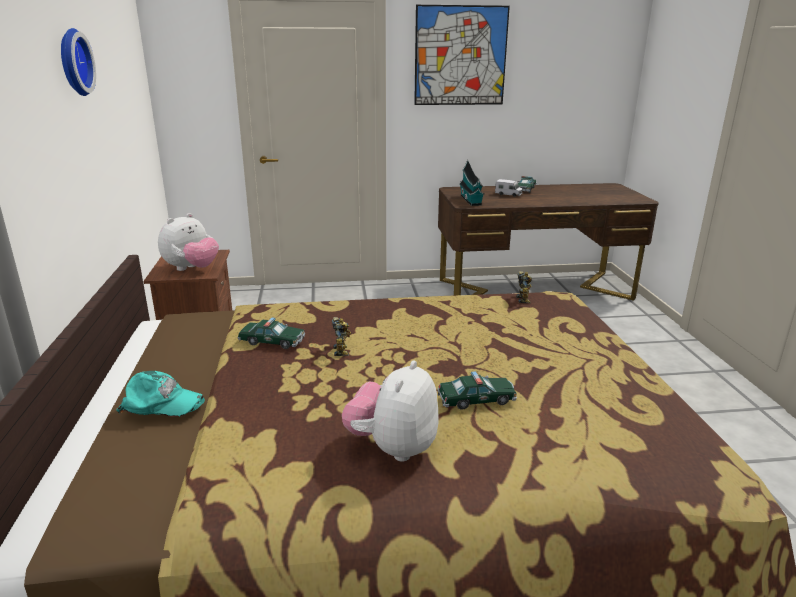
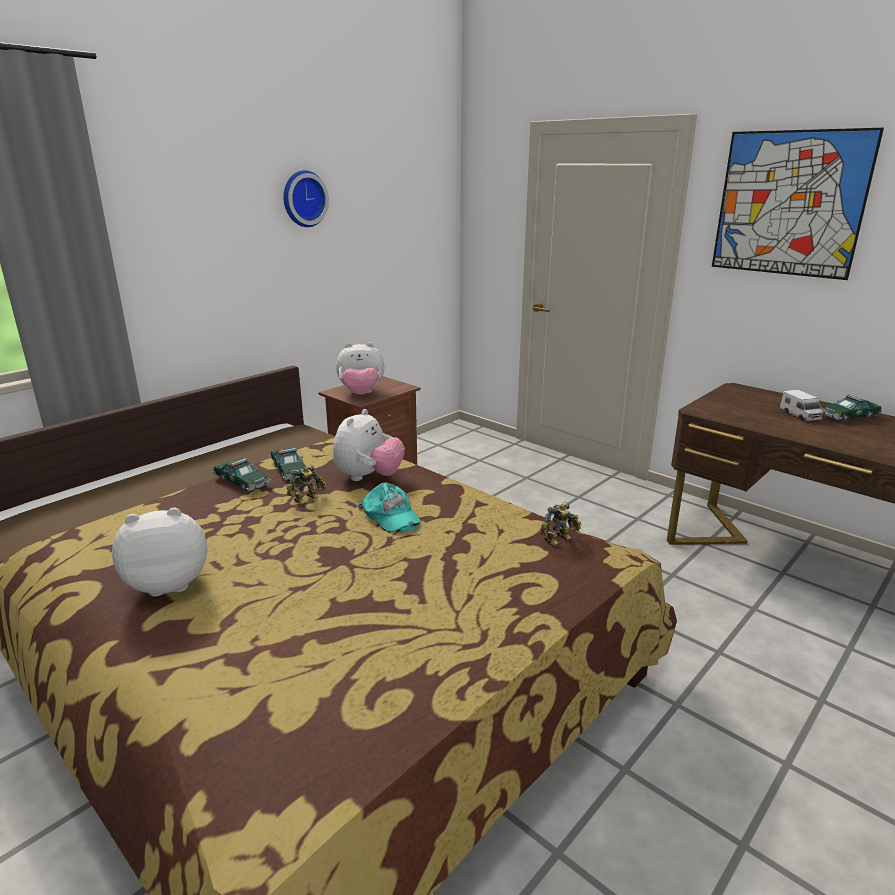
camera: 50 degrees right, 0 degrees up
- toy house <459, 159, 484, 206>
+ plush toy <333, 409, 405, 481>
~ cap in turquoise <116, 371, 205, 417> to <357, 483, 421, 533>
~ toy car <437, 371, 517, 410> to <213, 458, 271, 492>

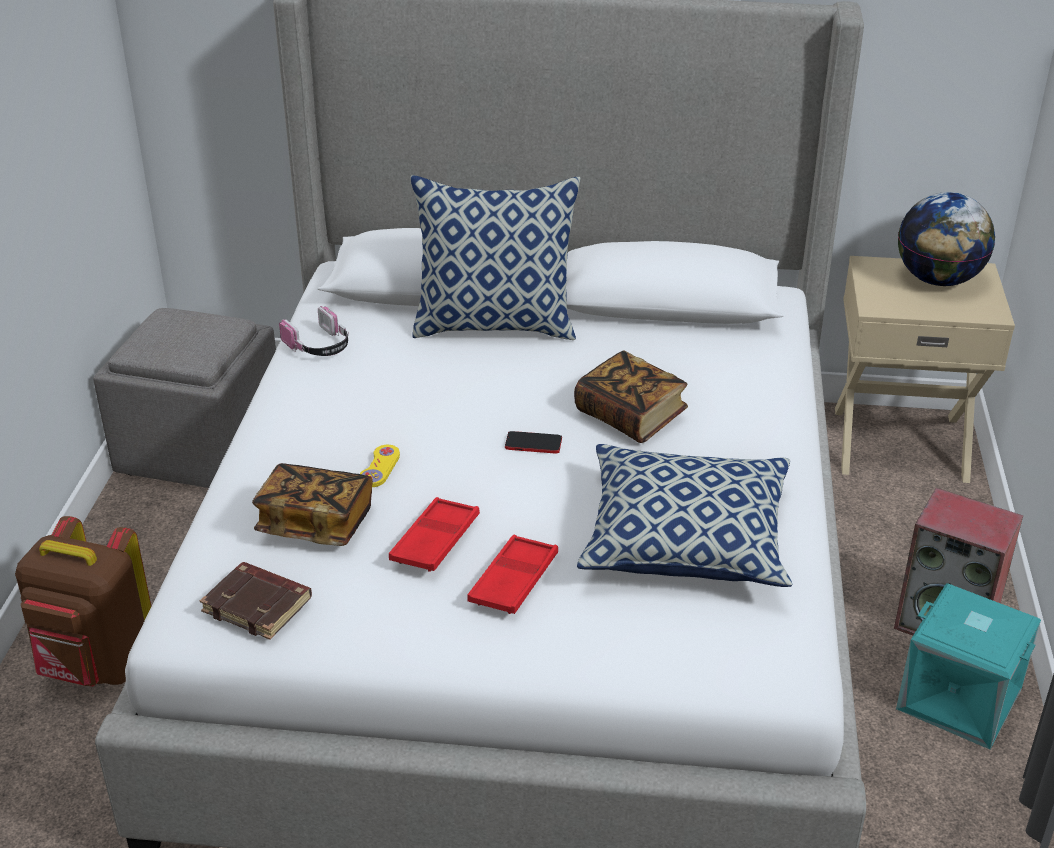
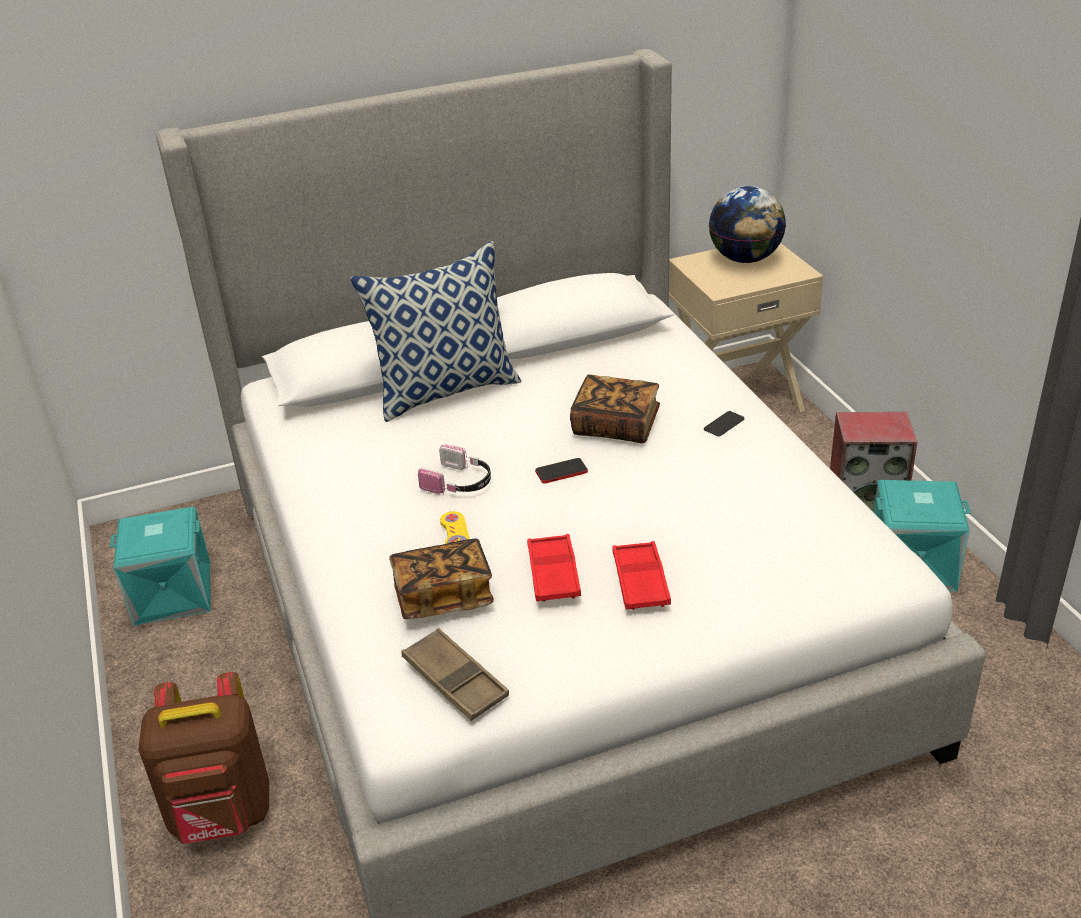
camera: 25 degrees left, 0 degrees up
- pillow <577, 444, 792, 587>
+ phone <704, 411, 745, 436>
~ headphones <279, 306, 349, 356> to <418, 445, 491, 495>
~ ottoman in grey <93, 308, 276, 488> to storage box in turquoise <110, 507, 211, 626>
~ book in brown <200, 562, 312, 640> to tray in brown <401, 628, 509, 721>

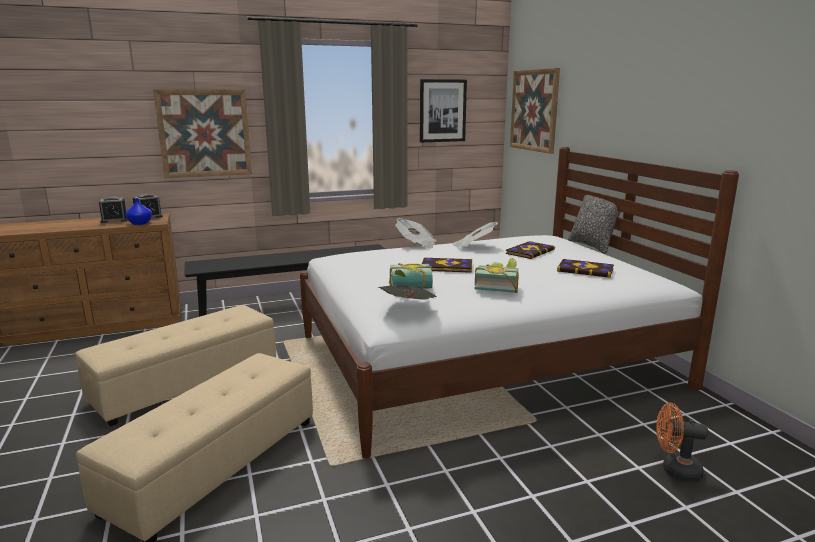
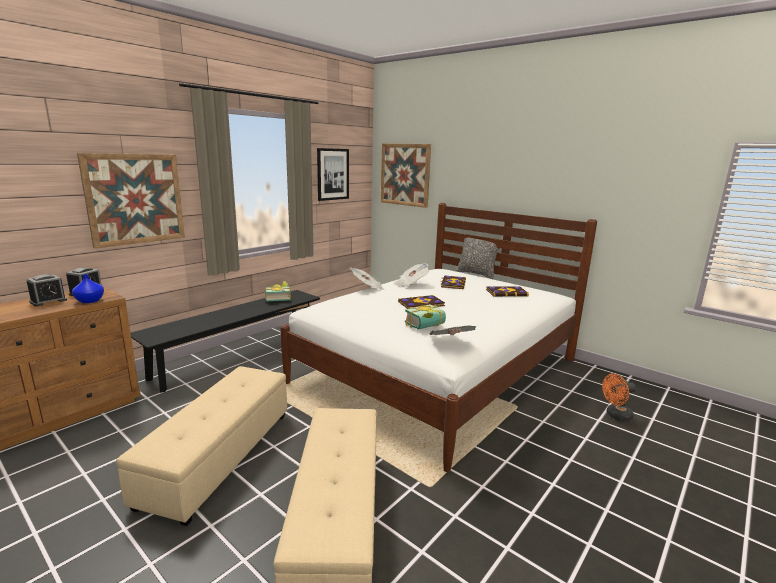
camera: 30 degrees left, 0 degrees up
~ book <475, 258, 519, 293> to <265, 281, 291, 301>

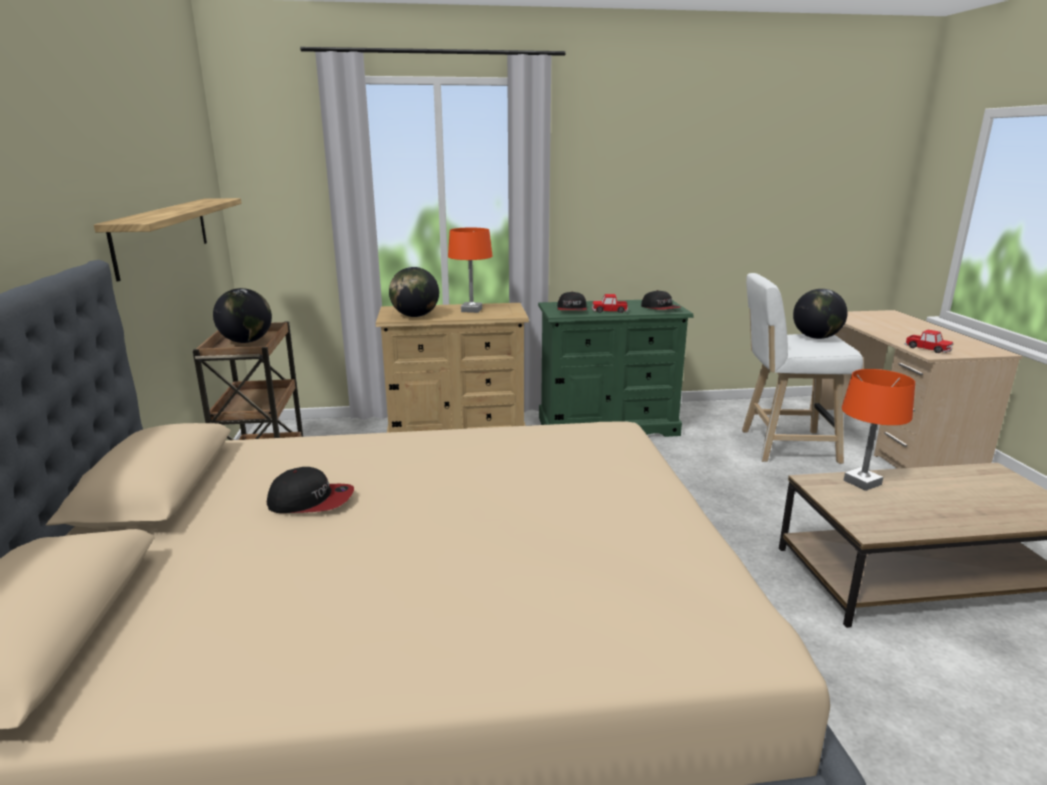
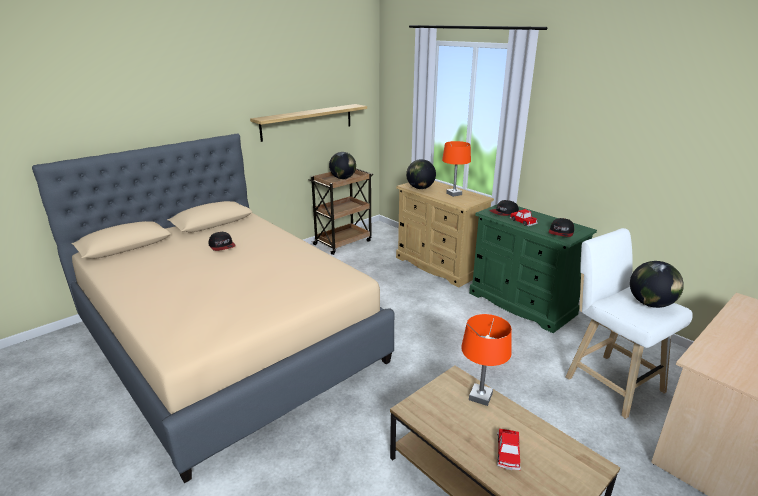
camera: 55 degrees right, 5 degrees up
~ toy car <904, 330, 953, 353> to <497, 429, 521, 470>

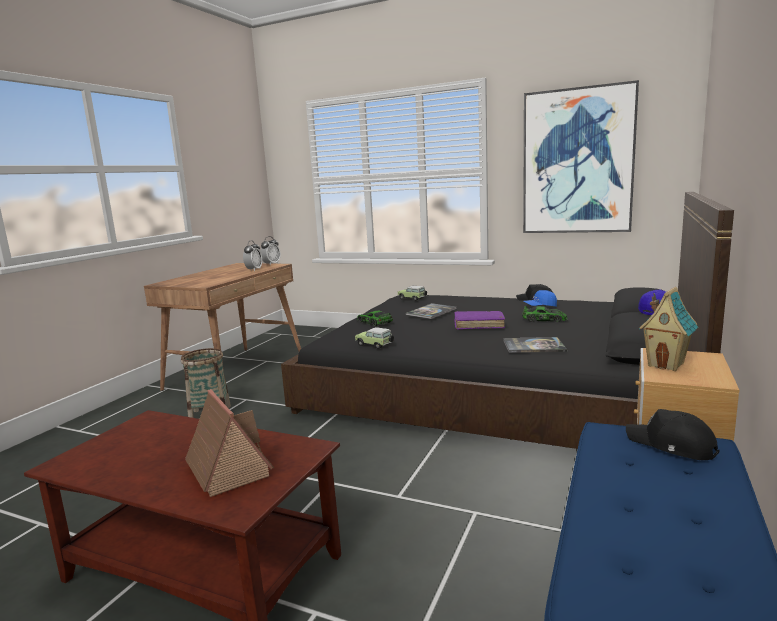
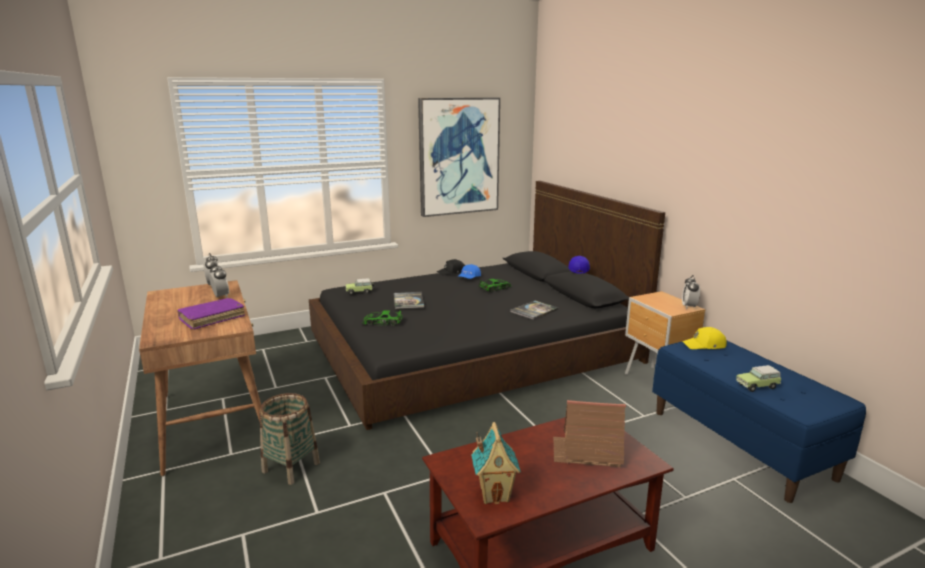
camera: 50 degrees left, 5 degrees up
+ alarm clock <682, 275, 700, 309>
~ toy car <355, 327, 394, 349> to <736, 365, 781, 392>
~ book in purple <454, 311, 505, 330> to <177, 298, 245, 330>
~ toy house <639, 287, 698, 371> to <471, 422, 521, 504>
~ cap in black <626, 409, 720, 460> to cap in yellow <682, 327, 727, 349>

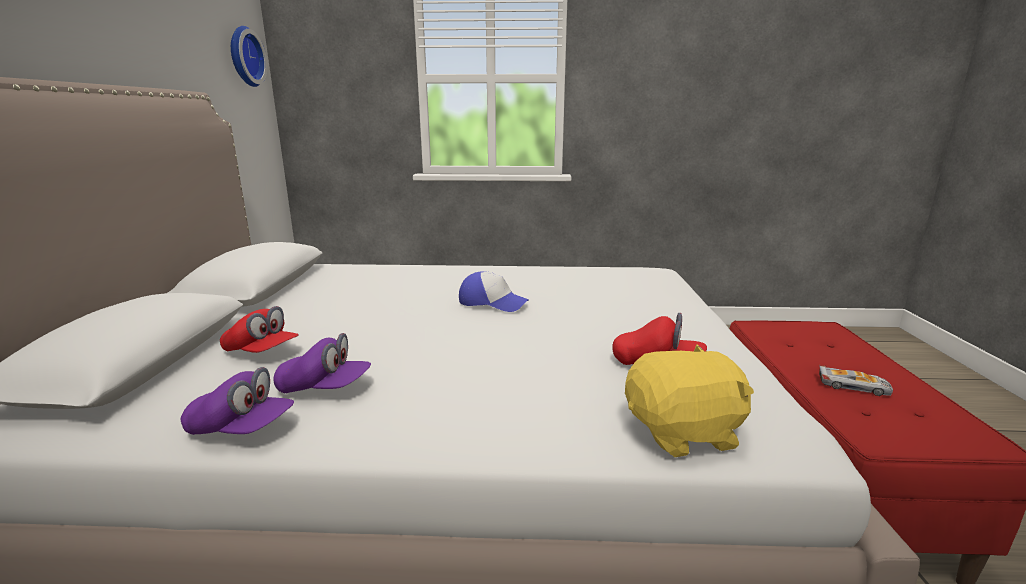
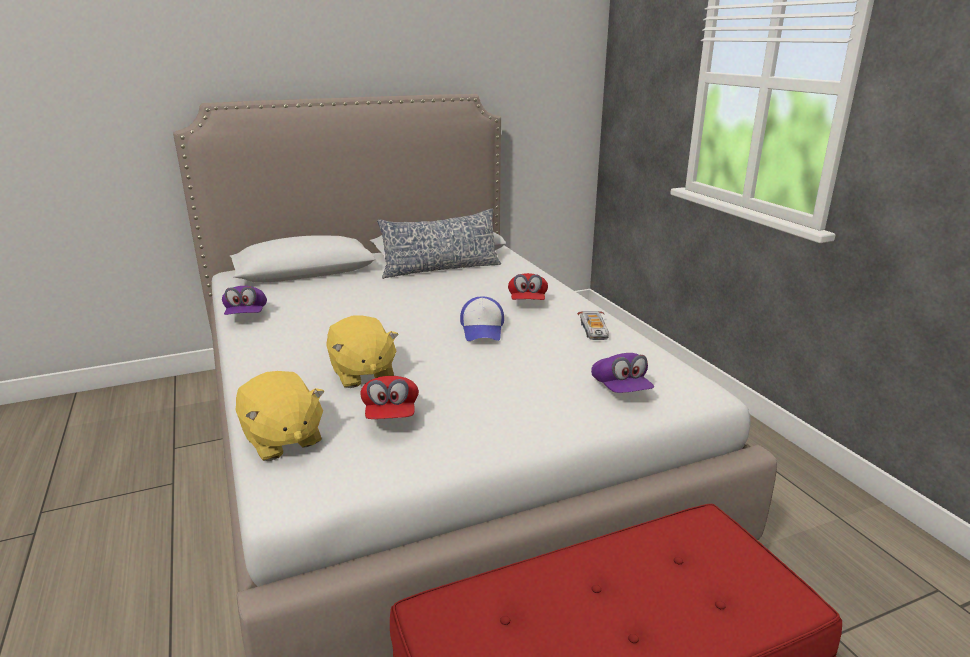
camera: 65 degrees right, 5 degrees up
- wall clock <231, 26, 267, 87>
+ plush toy in yellow <326, 315, 399, 388>
+ pillow <377, 208, 501, 279>
~ cap in red <220, 306, 299, 353> to <508, 273, 548, 300>
~ cap in purple <273, 333, 371, 393> to <591, 353, 654, 393>
~ toy car <819, 365, 893, 396> to <577, 311, 609, 340>

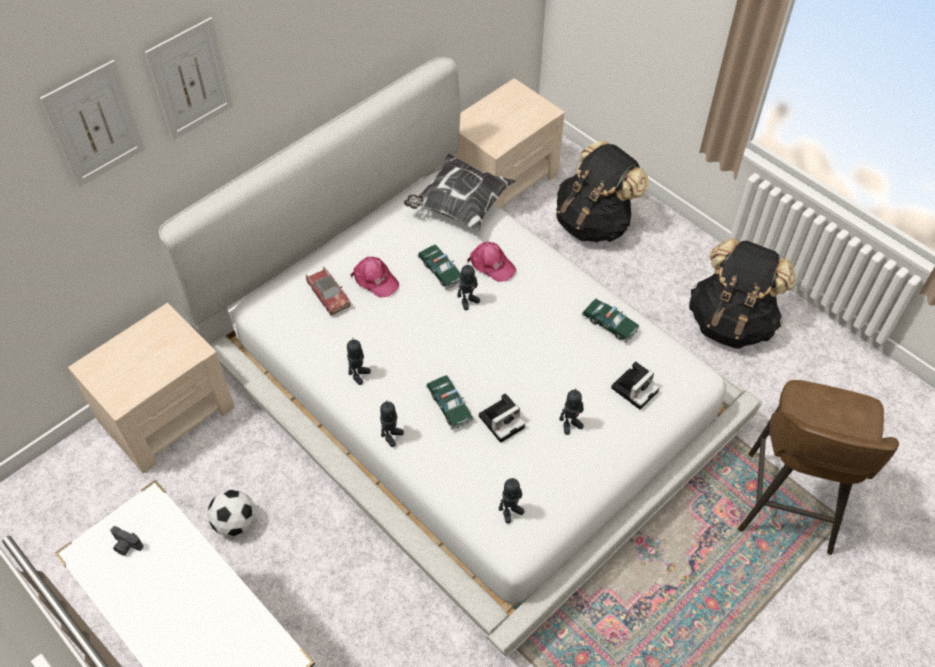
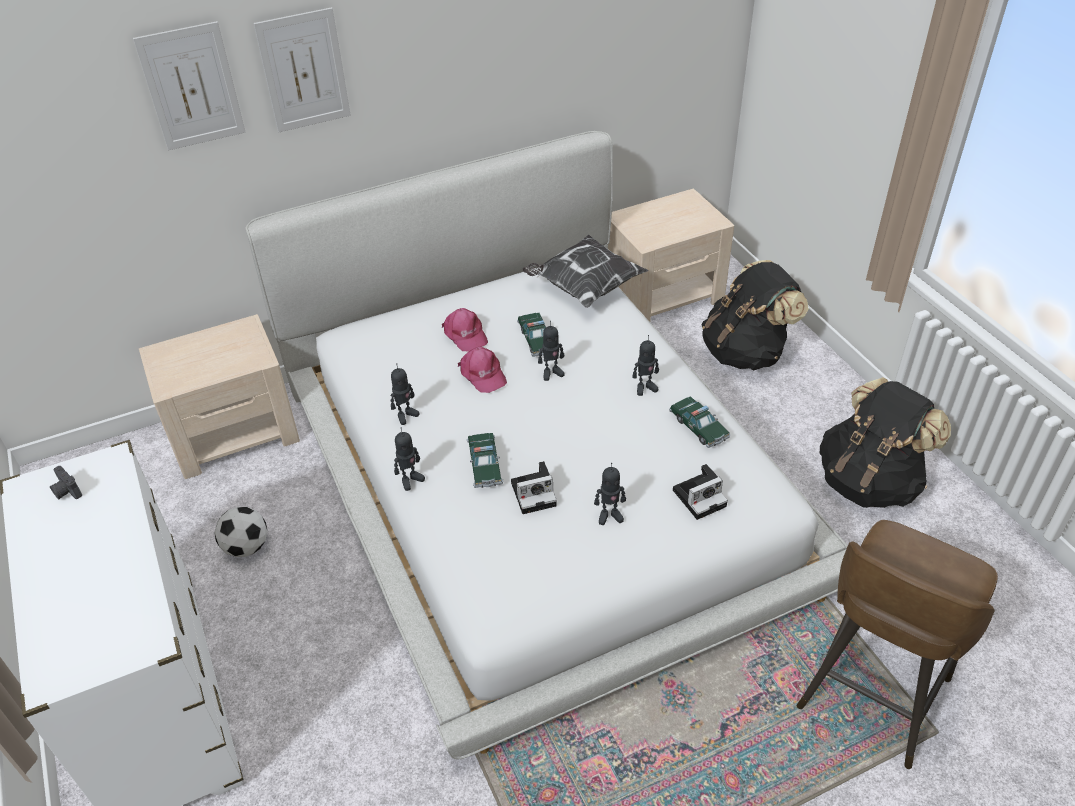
camera: 20 degrees right, 10 degrees down
- toy car <306, 266, 351, 316>
~ cap in pink <467, 242, 516, 282> to <458, 347, 507, 393>
~ toy robot <499, 478, 525, 524> to <632, 335, 659, 396>

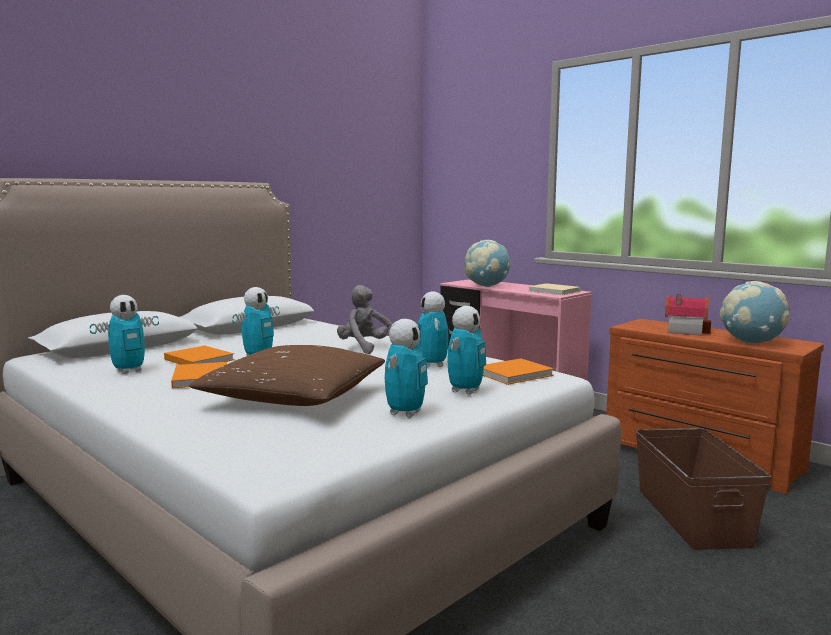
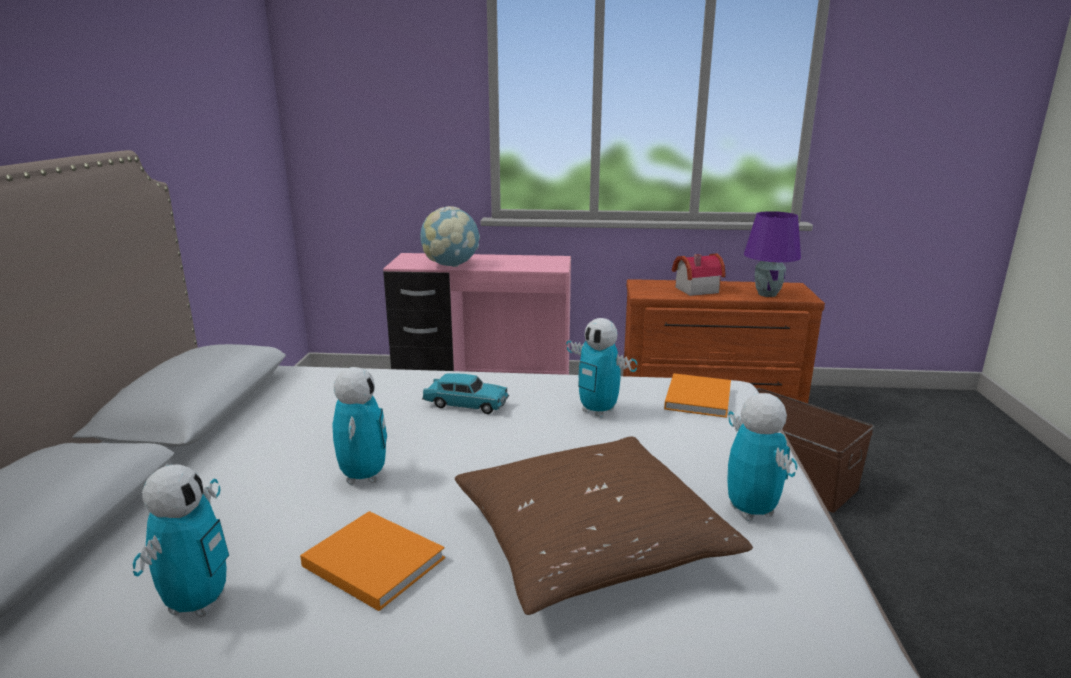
camera: 40 degrees left, 10 degrees up
- book in orange <164, 345, 234, 365>
- toy robot <447, 306, 486, 395>
- book in beige <528, 283, 581, 295>
~ plush toy in grey <337, 285, 393, 354> to toy car in turquoise <422, 373, 509, 414>
~ globe <720, 281, 790, 344> to table lamp in purple <744, 211, 801, 297>

